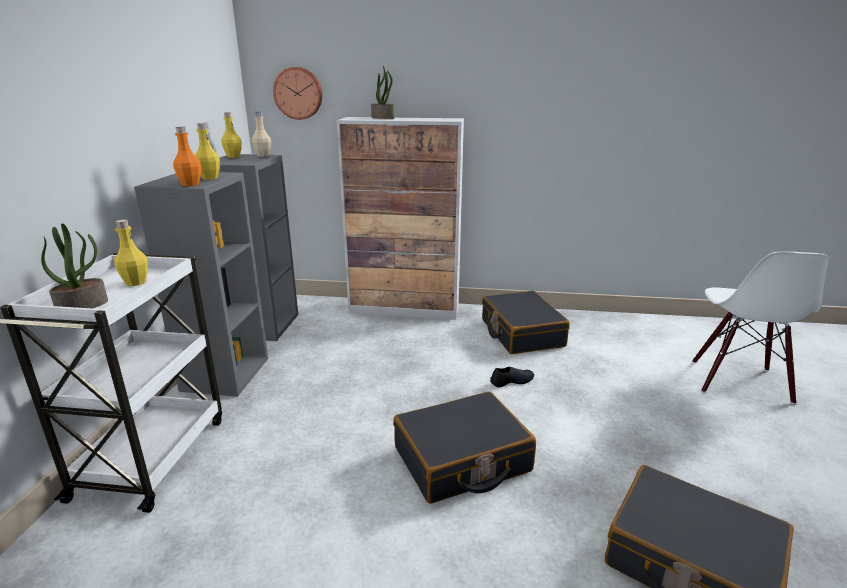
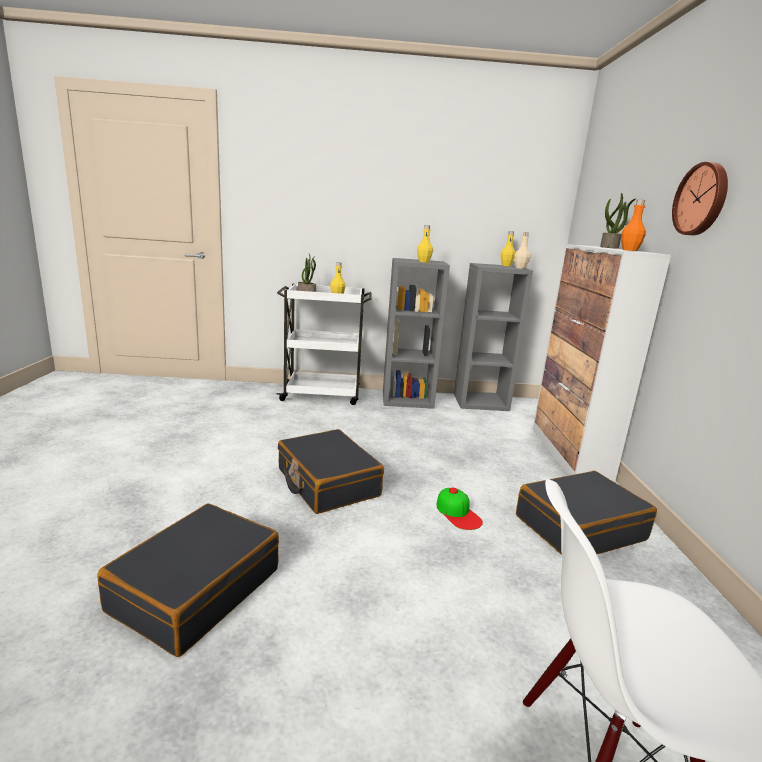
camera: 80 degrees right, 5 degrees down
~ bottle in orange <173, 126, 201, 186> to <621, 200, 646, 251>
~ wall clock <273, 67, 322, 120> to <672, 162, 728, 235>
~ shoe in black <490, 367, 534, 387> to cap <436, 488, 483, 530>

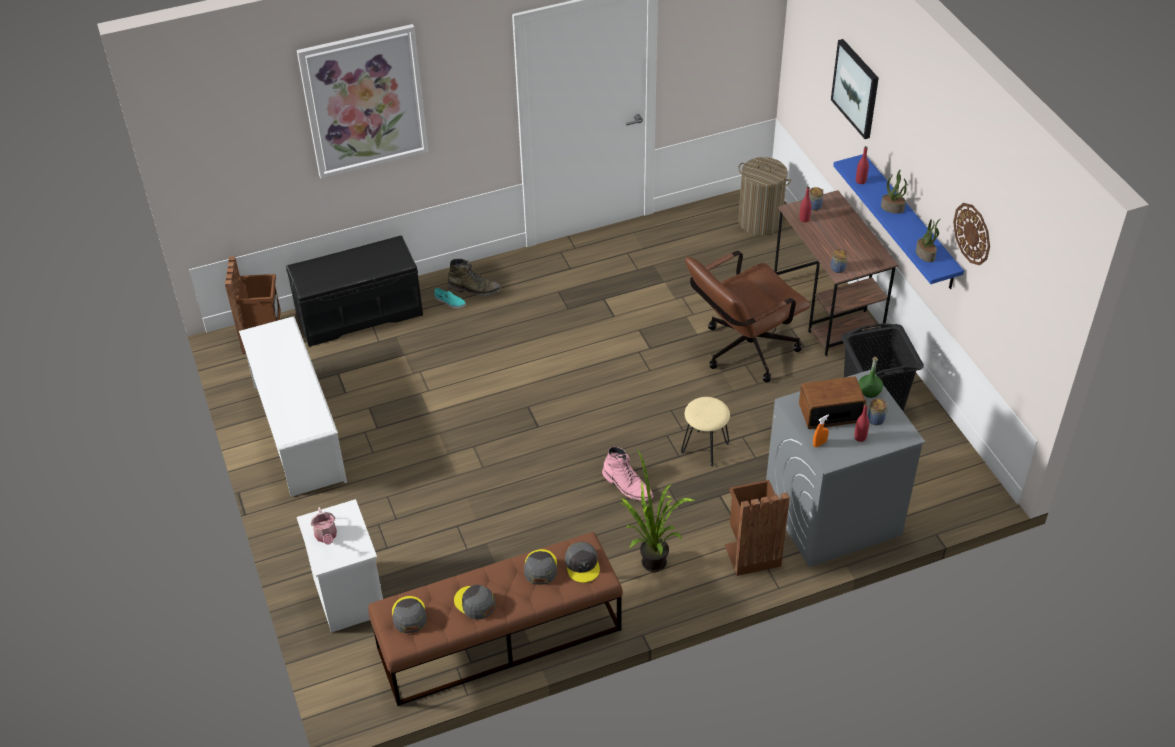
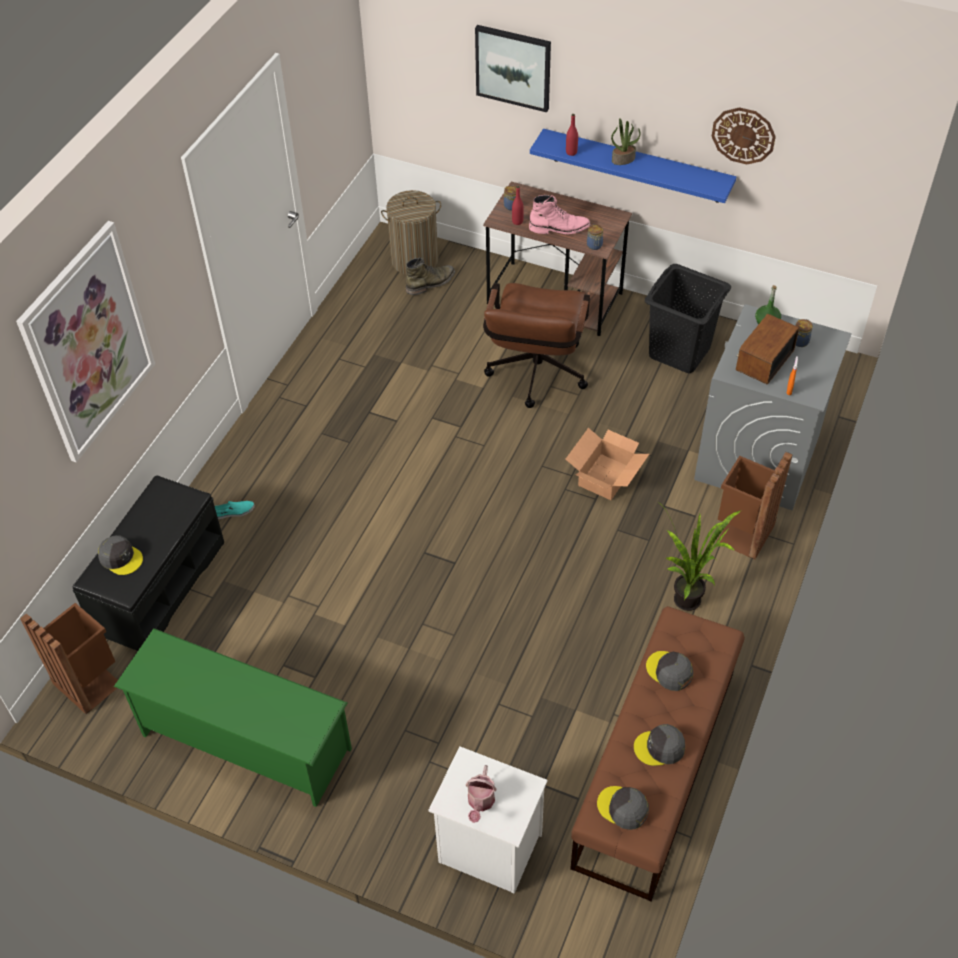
camera: 45 degrees left, 5 degrees up
- bottle in red <854, 404, 869, 442>
- potted plant <916, 219, 941, 262>
~ boot in green <448, 259, 501, 296> to <406, 257, 455, 295>
~ cap in grey <565, 542, 600, 583> to <98, 535, 143, 575>
~ boot in pink <602, 447, 653, 501> to <529, 195, 591, 234>
~ stool in beige <681, 397, 730, 467> to cardboard box <566, 428, 649, 500>
~ shoe rack in white <239, 316, 347, 497> to shoe rack in green <114, 628, 352, 807>
~ watering can <311, 507, 337, 545> = <466, 765, 496, 823> 75 degrees clockwise

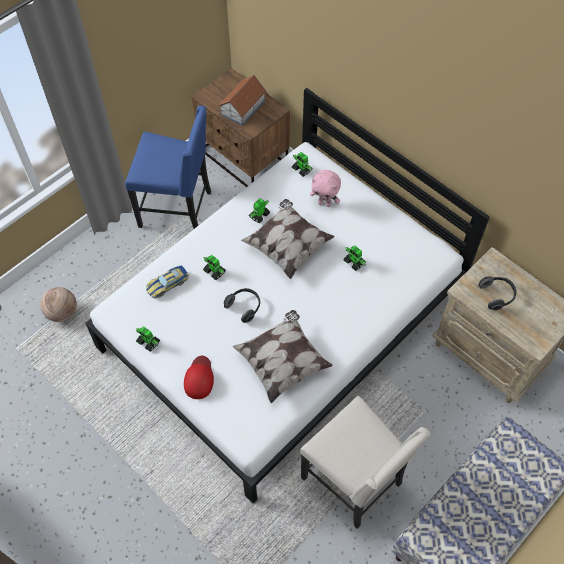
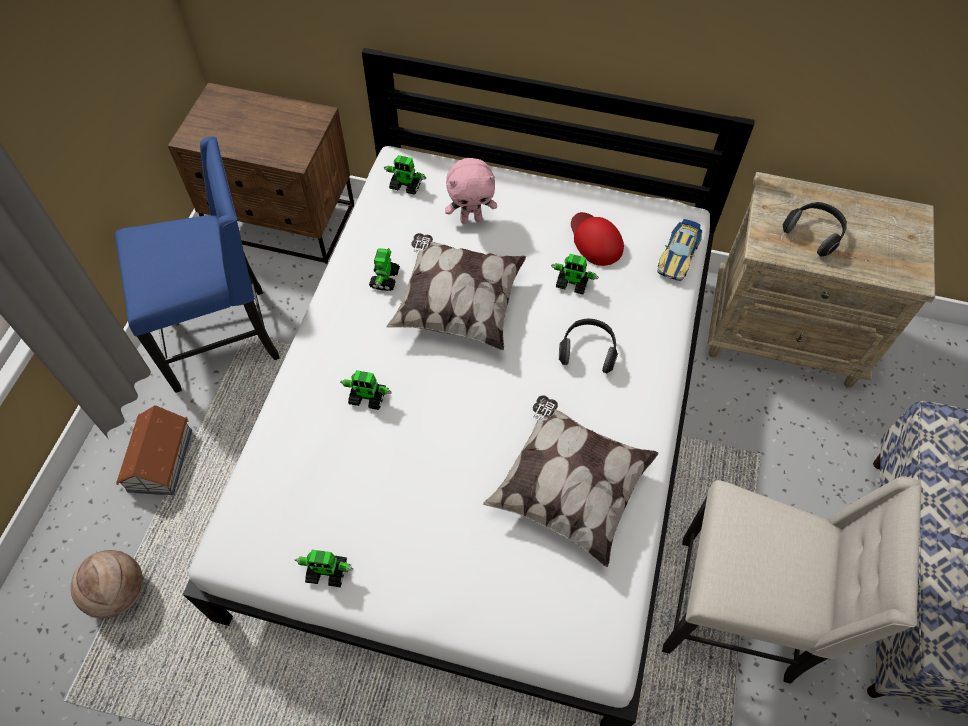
camera: 30 degrees left, 0 degrees up
~ toy car <146, 265, 189, 299> to <657, 219, 702, 281>
~ cap in red <184, 356, 214, 399> to <571, 212, 624, 266>
~ toy house <219, 75, 267, 126> to <116, 405, 192, 495>
~ headphones <224, 288, 260, 323> to <559, 319, 618, 373>

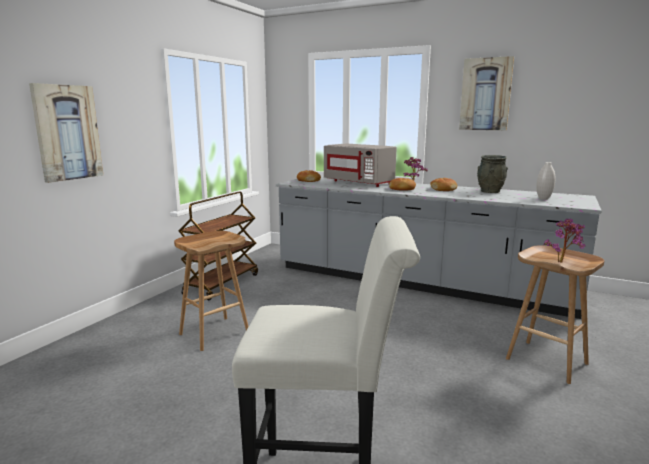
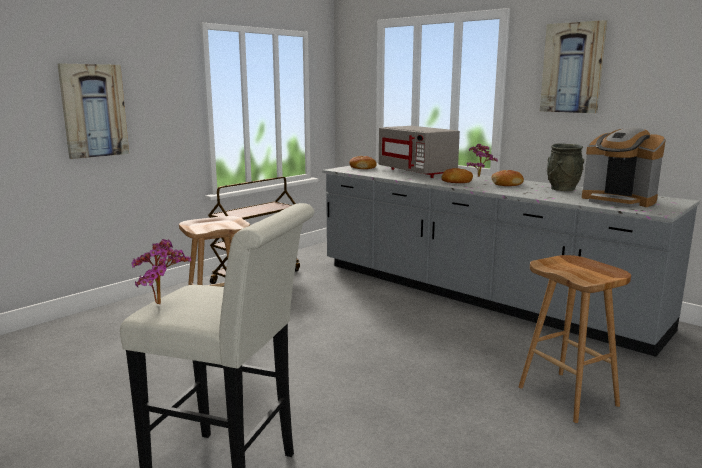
camera: 15 degrees right, 0 degrees up
~ potted plant <543, 218, 586, 263> to <131, 239, 191, 304>
~ vase in white <536, 162, 556, 200> to coffee machine <582, 127, 666, 207>

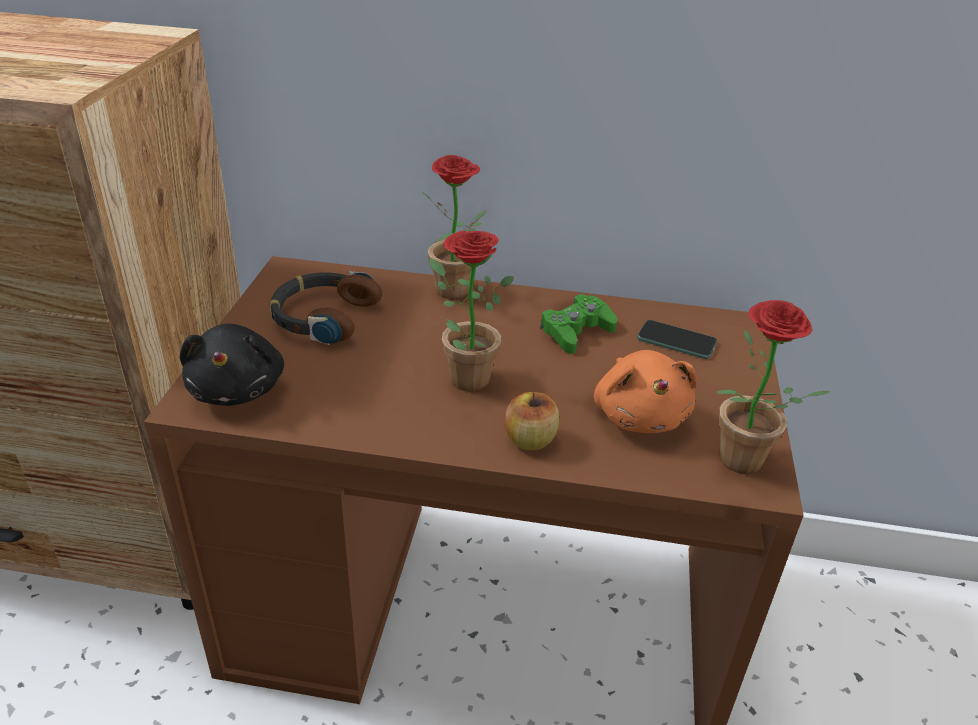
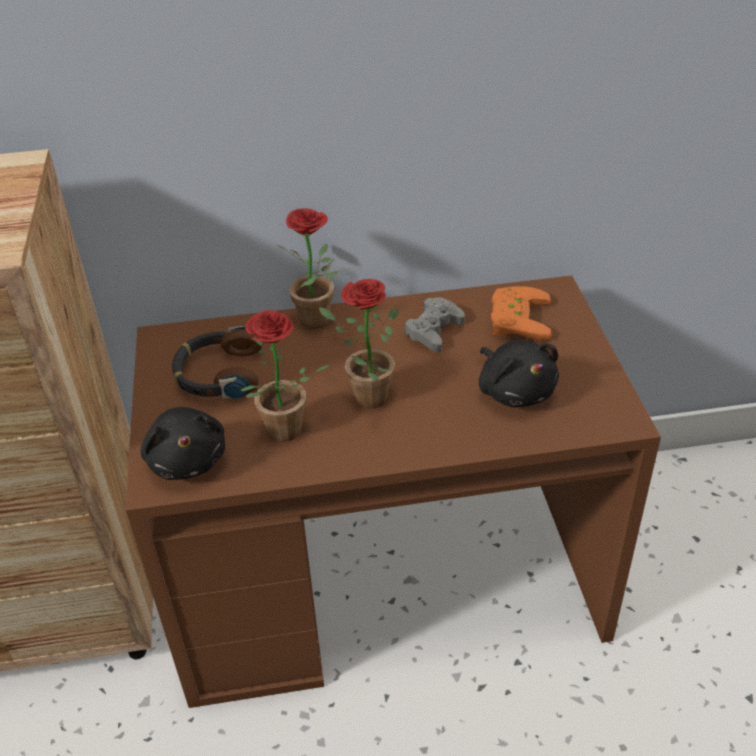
camera: 15 degrees left, 5 degrees up
- apple <505, 392, 559, 450>
~ potted plant <716, 300, 831, 474> to <241, 310, 331, 442>
~ phone <637, 320, 717, 359> to game controller in orange <491, 286, 552, 341>
~ game controller in green <540, 294, 617, 354> to game controller in grey <404, 297, 465, 353>
~ plush toy in orange <594, 350, 697, 433> to plush toy in black <479, 340, 559, 407>

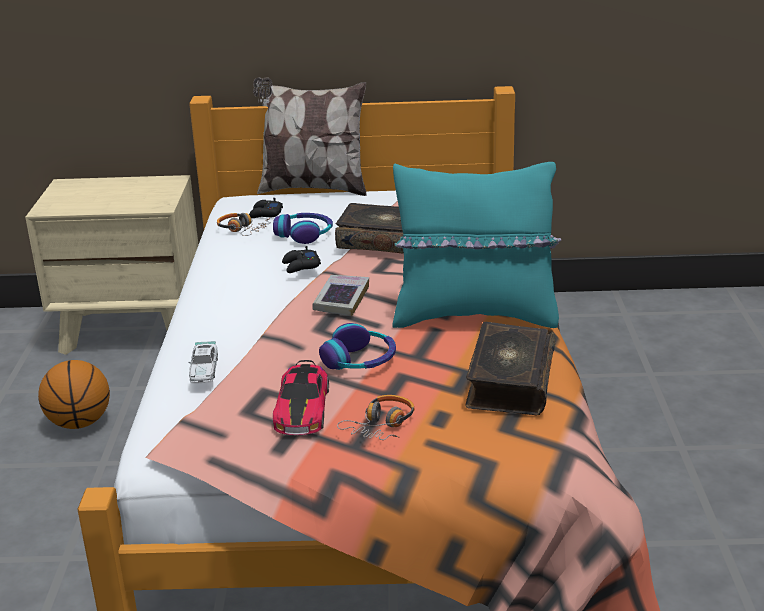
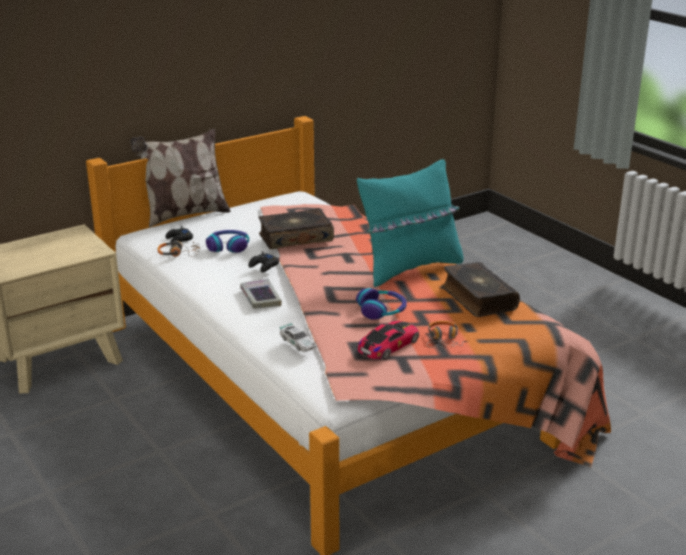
camera: 35 degrees left, 0 degrees up
- basketball <38, 360, 110, 429>
~ book <313, 275, 369, 316> to <241, 278, 282, 309>
~ toy car <273, 360, 329, 435> = <358, 321, 419, 360> 105 degrees counterclockwise

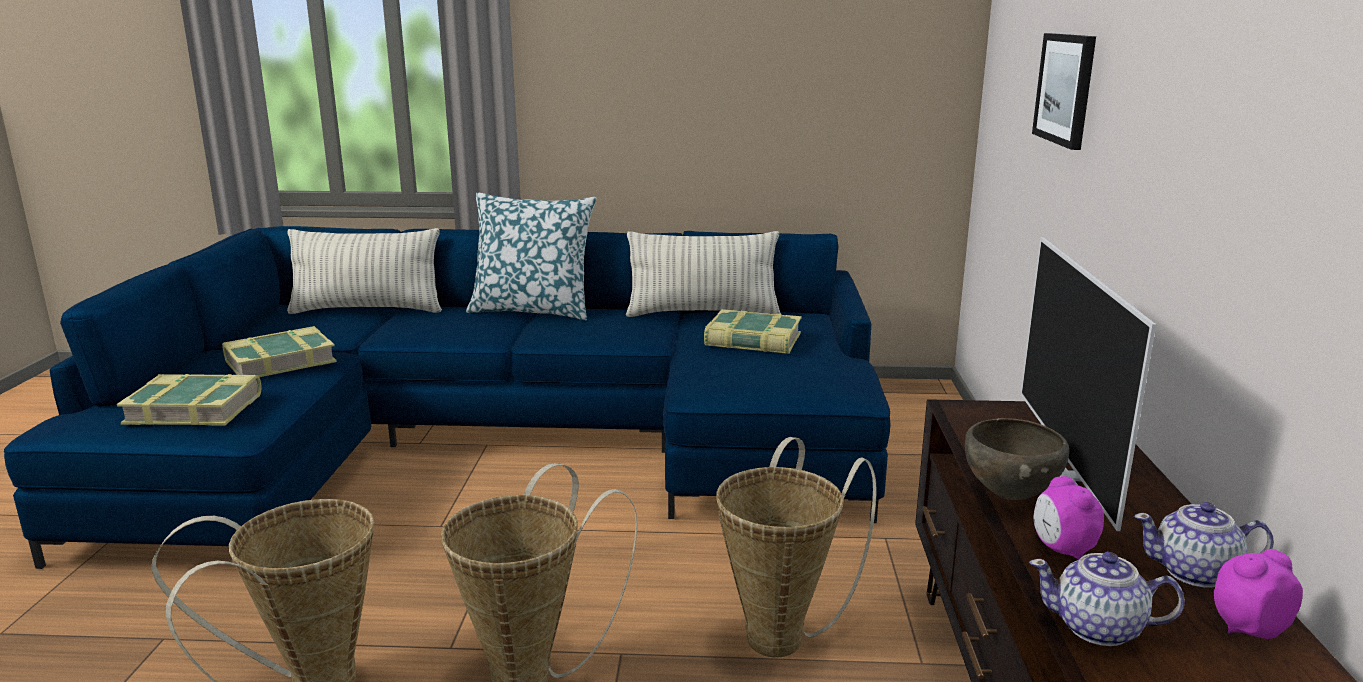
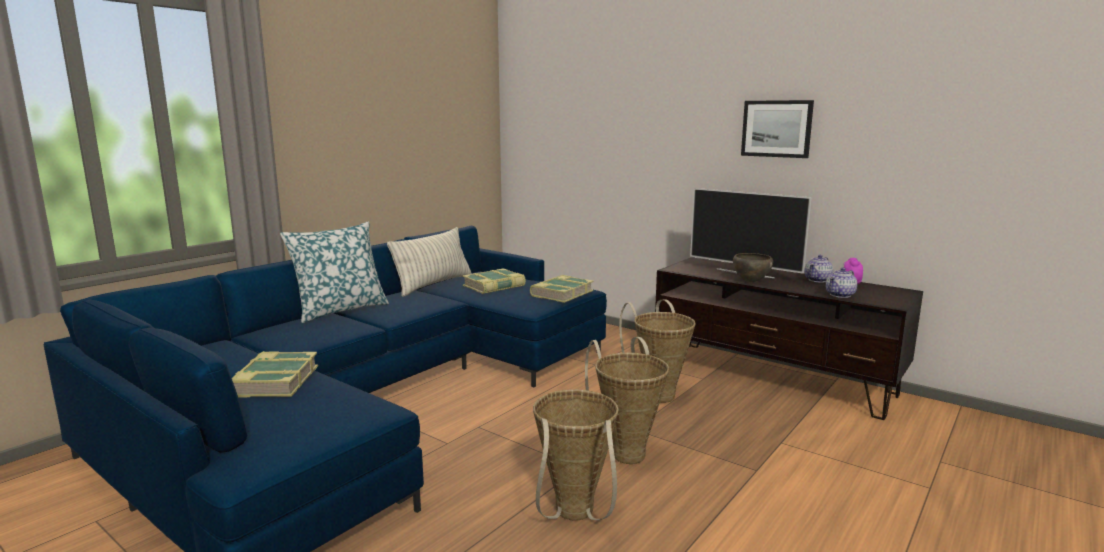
camera: 55 degrees left, 5 degrees down
- pillow <287, 228, 442, 314>
- alarm clock <1034, 476, 1104, 560>
~ book <116, 374, 262, 425> to <530, 275, 593, 303>
~ picture <1032, 33, 1096, 150> to <741, 100, 814, 158>

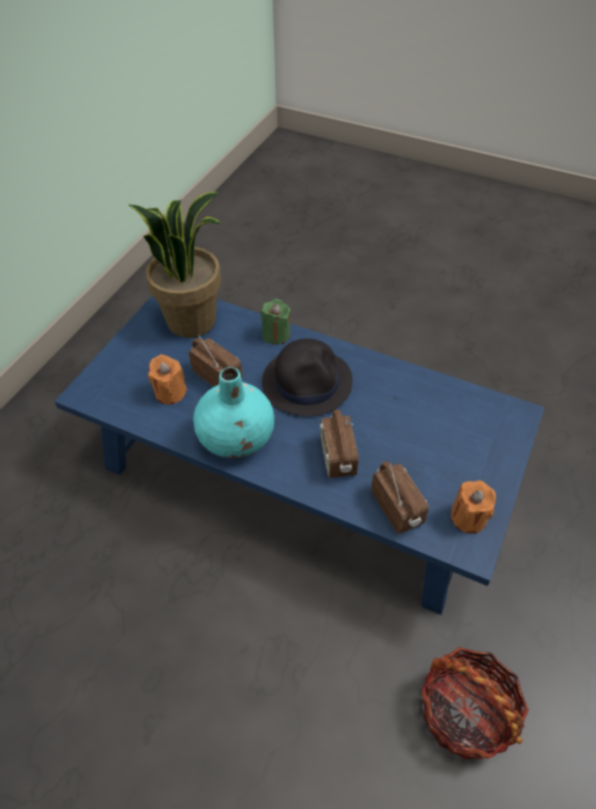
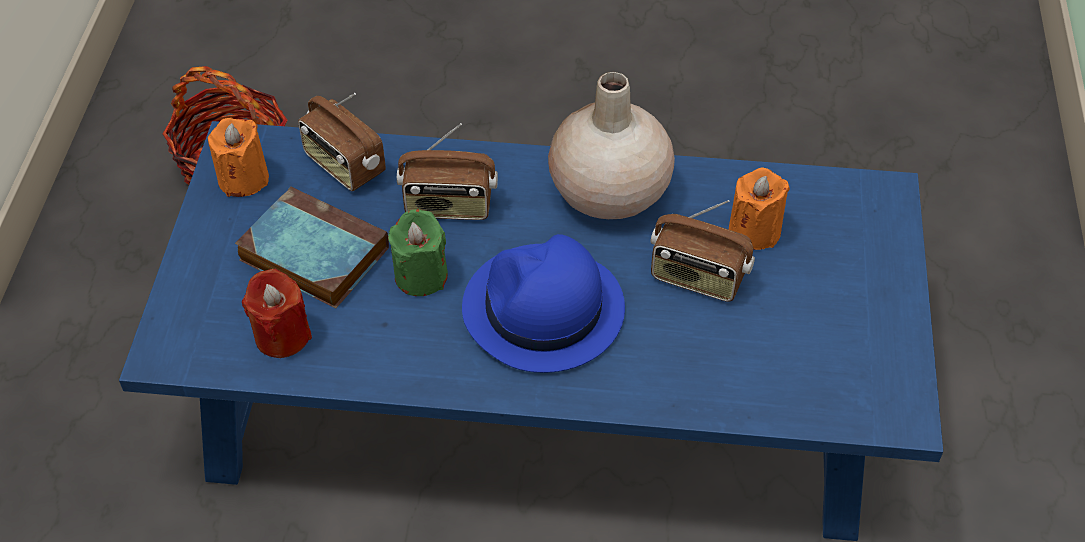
camera: 160 degrees right, 0 degrees up
- potted plant <128, 191, 222, 338>
+ book <235, 186, 389, 308>
+ candle in red <242, 269, 312, 358>
~ candle in green <260, 299, 291, 345> to <388, 209, 448, 296>
~ vase in turquoise <193, 367, 274, 458> to vase in beige <548, 72, 675, 219>
~ hat in black <262, 338, 353, 416> to hat in blue <462, 234, 625, 373>
~ radio <320, 410, 359, 478> = <397, 123, 498, 220> 120 degrees clockwise

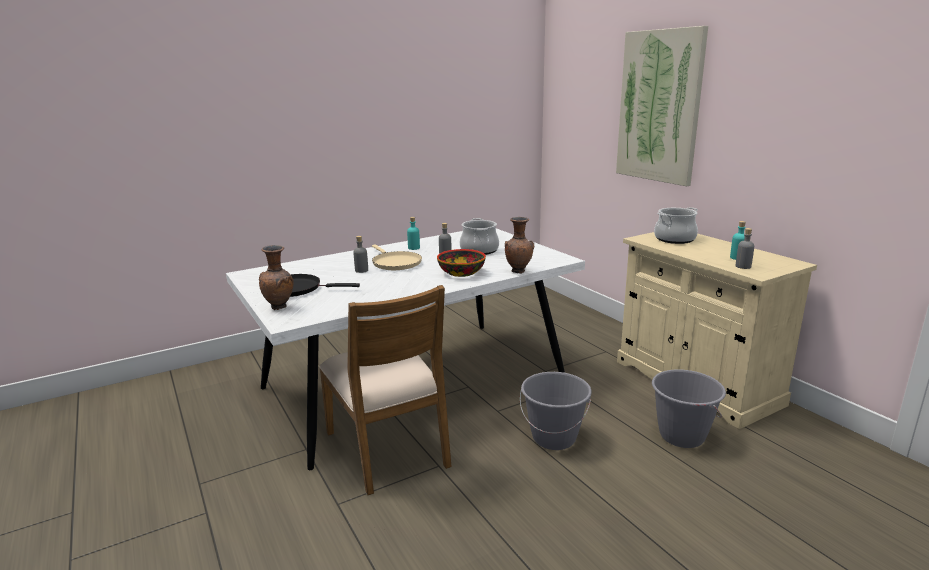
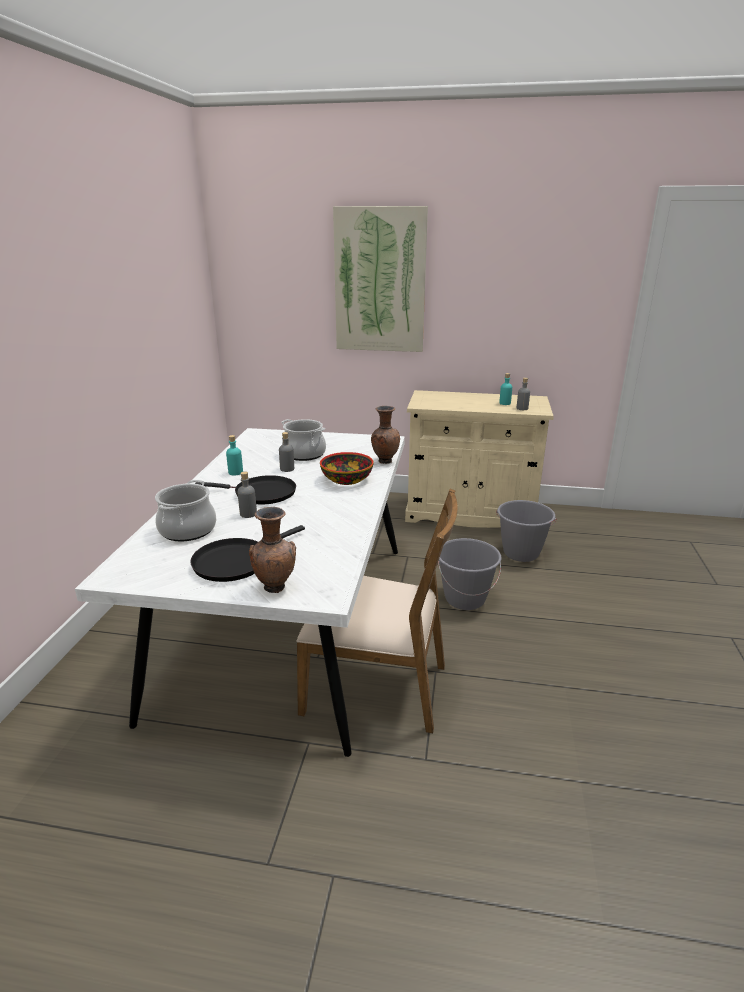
camera: 50 degrees left, 5 degrees up
~ cooking pot <654, 207, 698, 244> to <155, 480, 216, 542>
~ frying pan in beige <372, 245, 422, 270> to frying pan in black <195, 475, 296, 504>

